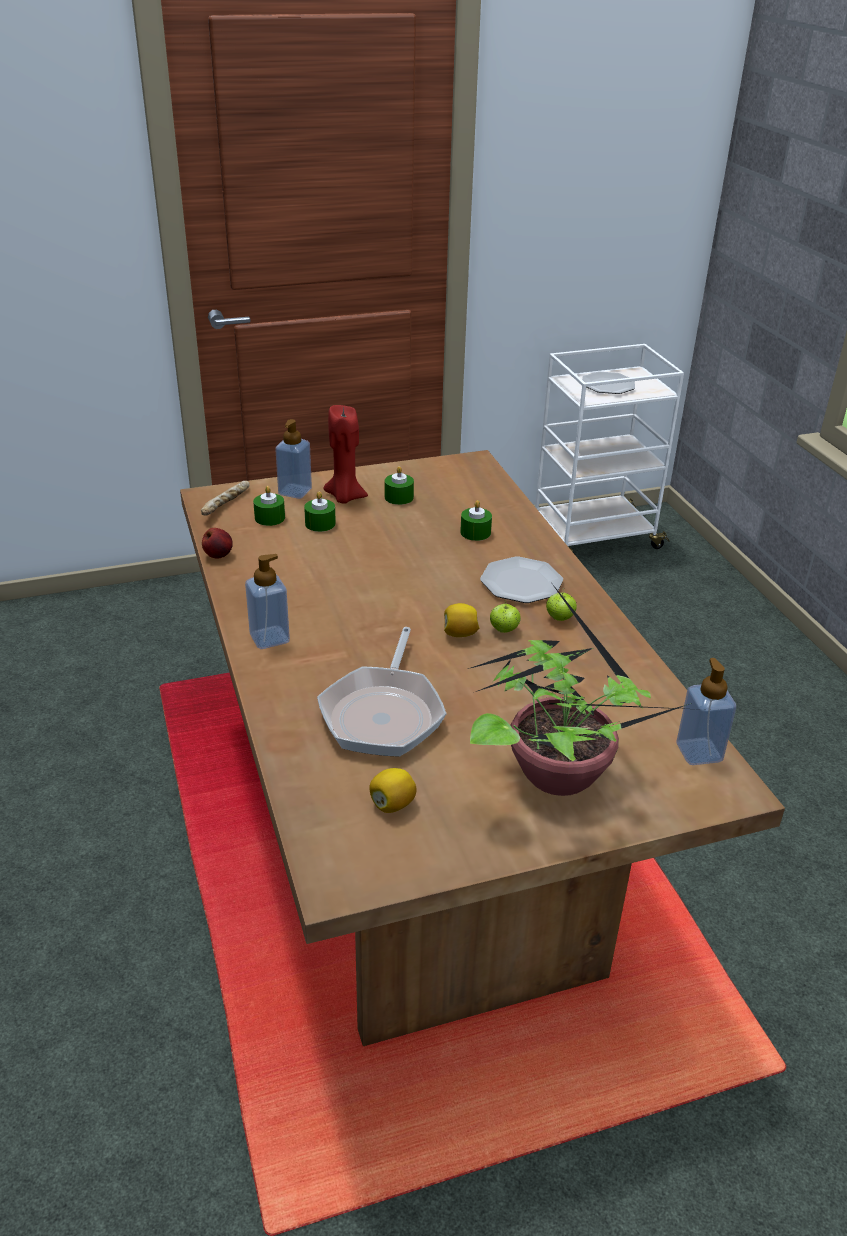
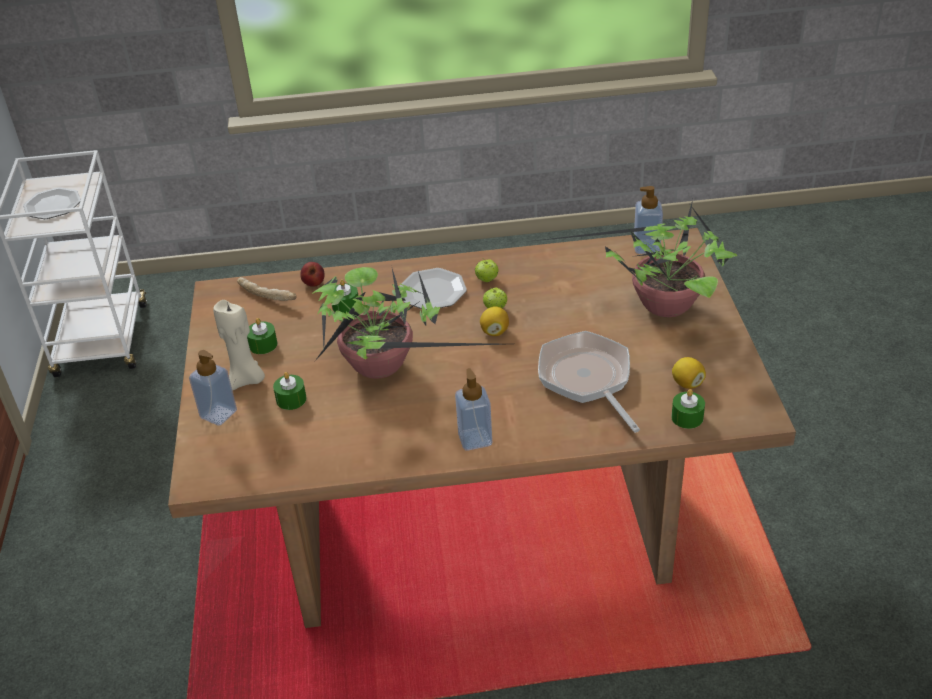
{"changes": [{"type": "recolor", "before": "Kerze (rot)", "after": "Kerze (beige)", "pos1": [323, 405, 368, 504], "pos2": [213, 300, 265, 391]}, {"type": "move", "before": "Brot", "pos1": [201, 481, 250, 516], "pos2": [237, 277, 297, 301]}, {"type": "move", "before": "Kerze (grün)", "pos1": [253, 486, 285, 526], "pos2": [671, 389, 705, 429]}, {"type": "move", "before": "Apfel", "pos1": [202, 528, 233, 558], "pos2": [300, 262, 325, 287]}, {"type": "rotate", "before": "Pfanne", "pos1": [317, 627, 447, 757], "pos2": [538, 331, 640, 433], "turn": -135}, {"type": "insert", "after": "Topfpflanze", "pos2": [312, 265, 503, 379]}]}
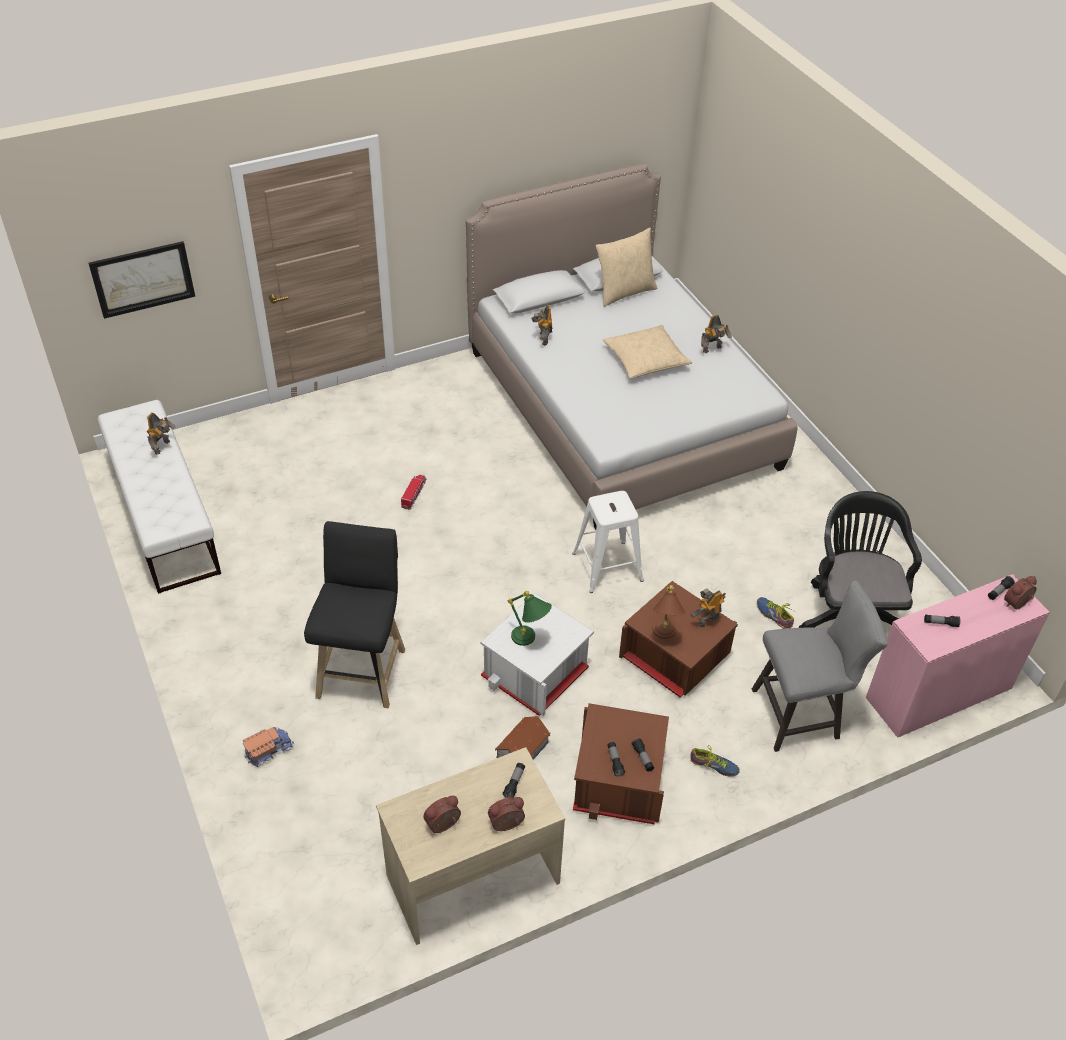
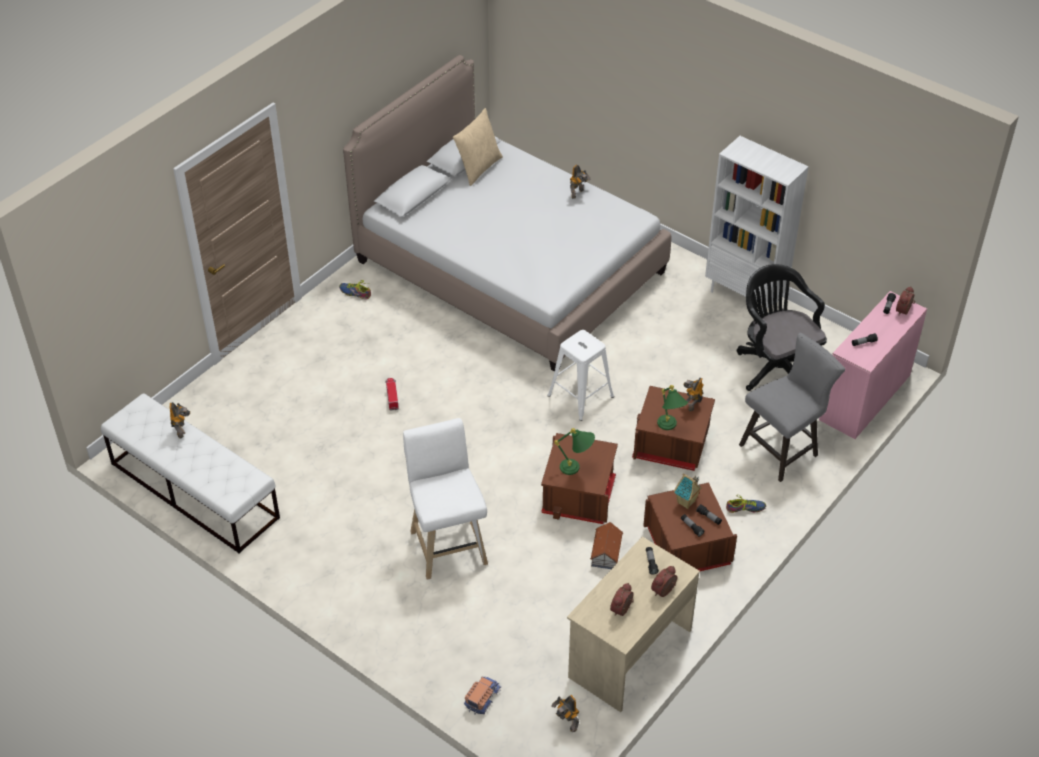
{"changes": [{"type": "delete", "before": "Bild", "pos1": [88, 241, 195, 319]}, {"type": "move", "before": "Spielzeugroboter", "pos1": [531, 305, 553, 346], "pos2": [552, 695, 579, 732]}, {"type": "delete", "before": "Kissen (beige)", "pos1": [603, 325, 692, 379]}, {"type": "recolor", "before": "Hocker (schwarz)", "after": "Hocker (weiß)", "pos1": [304, 521, 405, 708], "pos2": [403, 418, 488, 580]}, {"type": "recolor", "before": "Tischlampe (braun)", "after": "Tischlampe (grün)", "pos1": [653, 585, 685, 639], "pos2": [657, 385, 688, 430]}, {"type": "recolor", "before": "Aufbewahrungsbox (weiß)", "after": "Aufbewahrungsbox (braun)", "pos1": [481, 593, 594, 716], "pos2": [541, 433, 618, 524]}, {"type": "move", "before": "Schuh", "pos1": [757, 597, 795, 629], "pos2": [339, 280, 371, 299]}, {"type": "move", "before": "Spielzeuglaster", "pos1": [243, 727, 294, 767], "pos2": [464, 676, 502, 715]}, {"type": "insert", "after": "Bücherregal (weiß)", "pos2": [705, 136, 809, 314]}, {"type": "insert", "after": "Spielzeughaus", "pos2": [674, 473, 702, 509]}]}
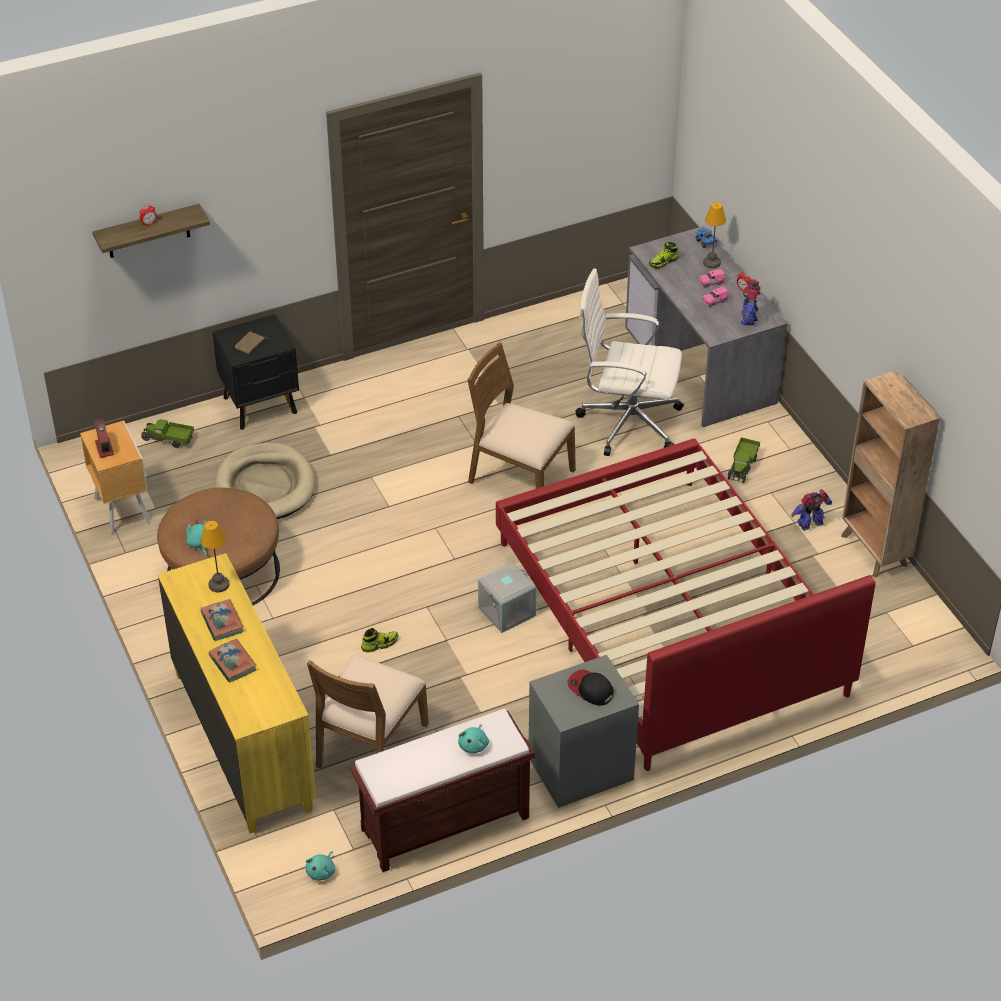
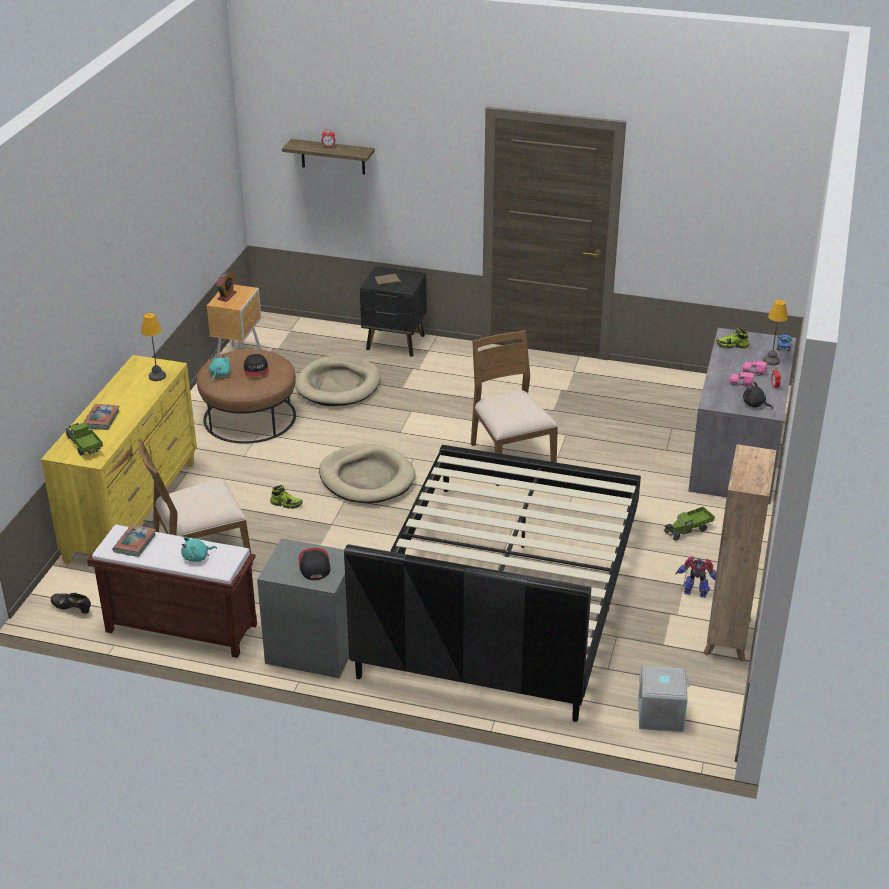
{"changes": [{"type": "delete", "before": "Bürostuhl (weiß)", "pos1": [575, 268, 684, 456]}, {"type": "replace", "before": "Spielzeugroboter", "after": "Plüschtier (schwarz)", "pos1": [741, 280, 760, 326], "pos2": [743, 382, 773, 409]}, {"type": "move", "before": "Spielzeuglaster", "pos1": [141, 419, 194, 448], "pos2": [65, 423, 103, 456]}, {"type": "recolor", "before": "Bett (rot)", "after": "Bett (schwarz)", "pos1": [496, 438, 875, 771], "pos2": [344, 445, 641, 722]}, {"type": "move", "before": "Aufbewahrungsbox (grau)", "pos1": [478, 562, 536, 633], "pos2": [638, 666, 690, 732]}, {"type": "move", "before": "Buch", "pos1": [201, 599, 244, 641], "pos2": [112, 525, 156, 557]}, {"type": "replace", "before": "Plüschtier (türkis)", "after": "Schuh (schwarz)", "pos1": [305, 851, 336, 881], "pos2": [51, 593, 91, 614]}, {"type": "insert", "after": "Kappe", "pos2": [244, 354, 269, 376]}, {"type": "insert", "after": "Hundebett (beige)", "pos2": [319, 444, 416, 503]}]}
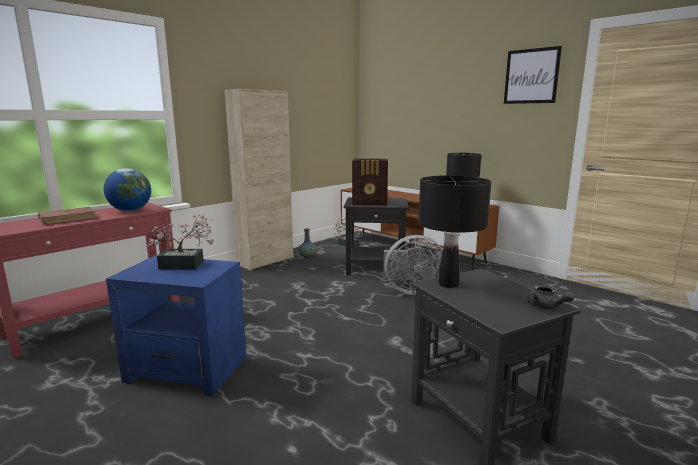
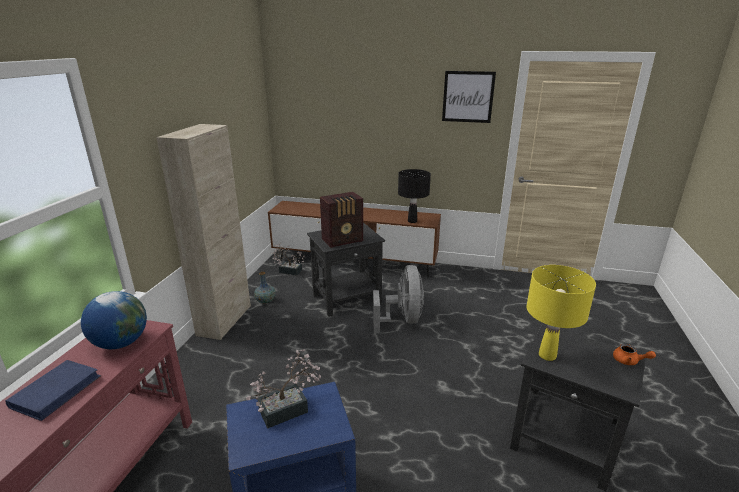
{"changes": [{"type": "recolor", "before": "Tischlampe (schwarz)", "after": "Tischlampe (gelb)", "pos1": [418, 175, 491, 288], "pos2": [526, 265, 596, 361]}, {"type": "recolor", "before": "Buch (braun)", "after": "Buch (blau)", "pos1": [38, 207, 97, 225], "pos2": [6, 360, 101, 421]}, {"type": "rotate", "before": "Ventilator (grau)", "pos1": [383, 235, 443, 295], "pos2": [373, 265, 424, 333], "turn": -60}, {"type": "recolor", "before": "Teekanne (grau)", "after": "Teekanne (orange)", "pos1": [527, 285, 575, 309], "pos2": [613, 344, 656, 365]}]}
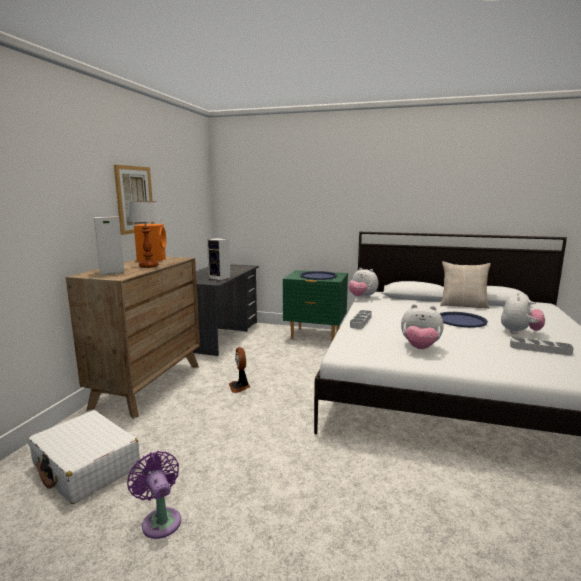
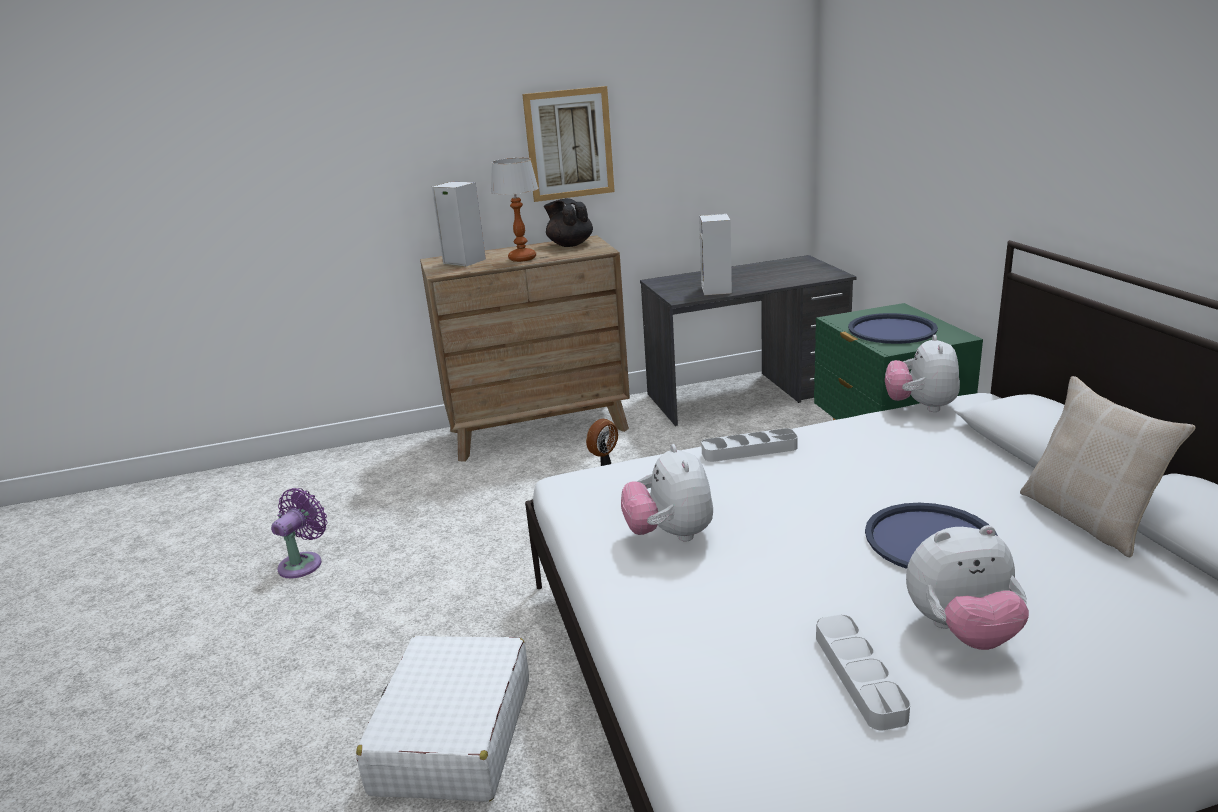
{"changes": [{"type": "replace", "before": "Lautsprecher (orange)", "after": "Teekanne (schwarz)", "pos1": [134, 224, 166, 262], "pos2": [544, 198, 593, 247]}, {"type": "move", "before": "Koffer (weiß)", "pos1": [28, 410, 140, 504], "pos2": [356, 636, 529, 802]}]}
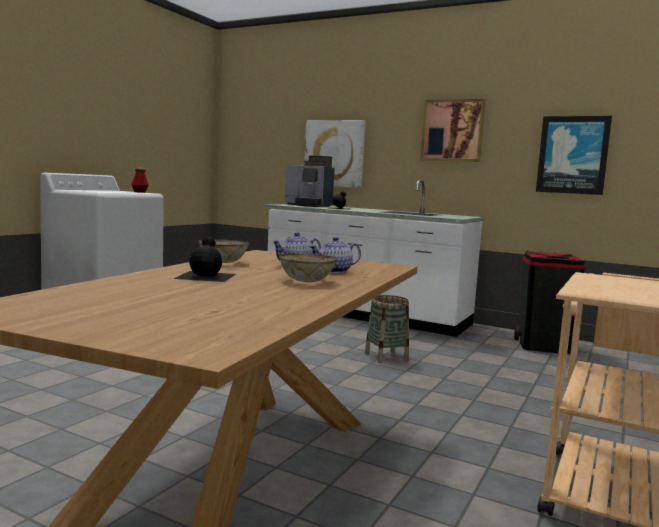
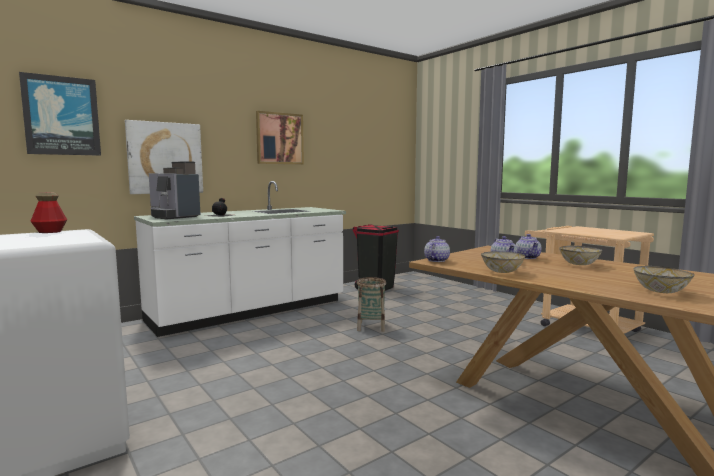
{"changes": [{"type": "move", "before": "Bild", "pos1": [536, 116, 612, 195], "pos2": [19, 72, 101, 156]}, {"type": "rotate", "before": "Kaffeemaschine", "pos1": [285, 156, 335, 207], "pos2": [149, 161, 201, 219], "turn": 75}, {"type": "delete", "before": "Flasche (schwarz)", "pos1": [174, 237, 236, 282]}, {"type": "insert", "after": "Teekanne", "pos2": [424, 236, 450, 262]}, {"type": "insert", "after": "Schüssel", "pos2": [633, 266, 695, 293]}]}
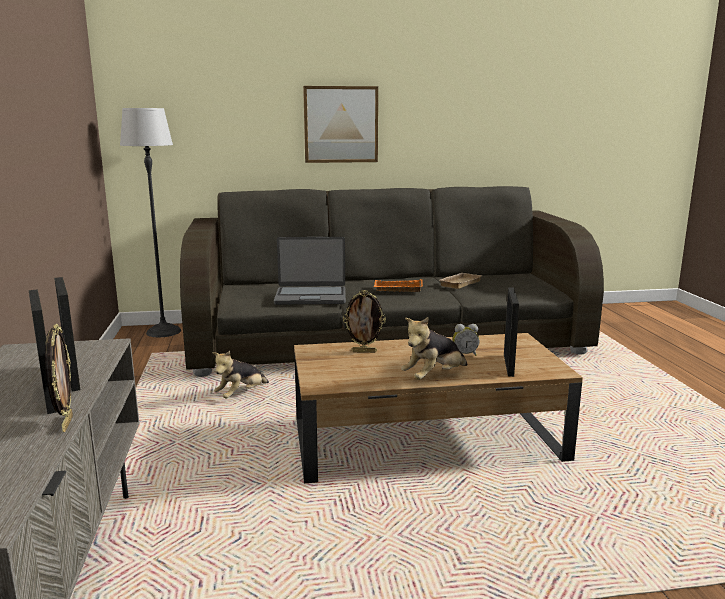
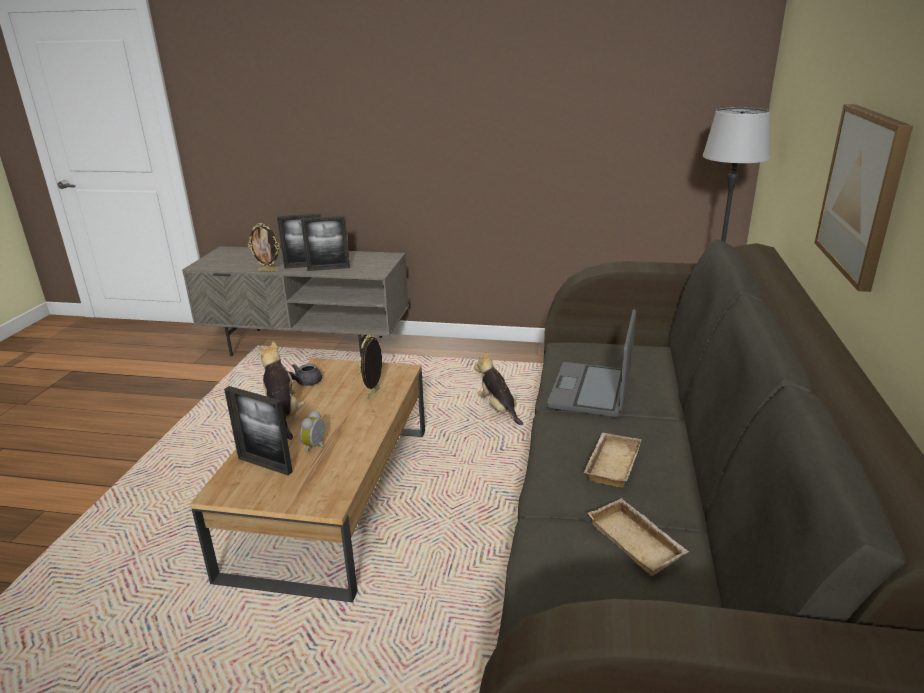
{"changes": [{"type": "recolor", "before": "Tablett (orange)", "after": "Tablett (beige)", "pos1": [374, 279, 423, 292], "pos2": [584, 432, 642, 488]}, {"type": "insert", "after": "Teekanne (grau)", "pos2": [289, 364, 322, 386]}]}
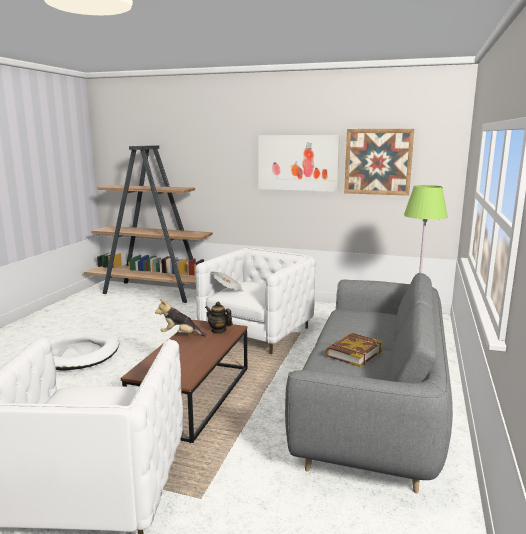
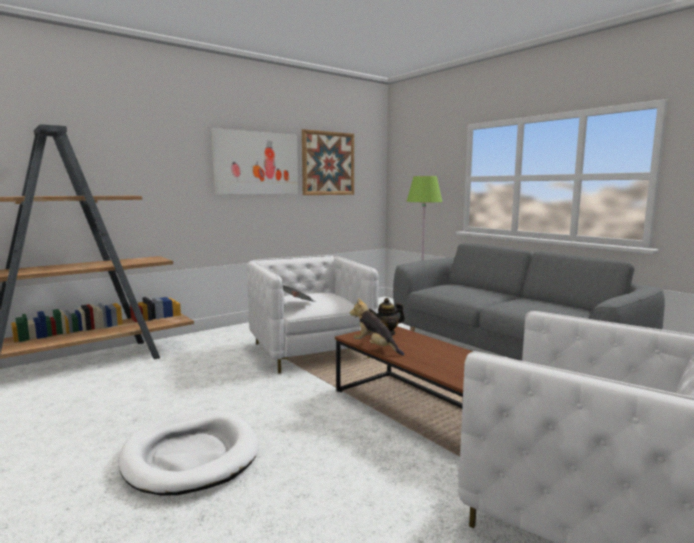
{"changes": [{"type": "rotate", "before": "Plüschtier", "pos1": [155, 299, 207, 337], "pos2": [350, 298, 405, 356], "turn": 90}, {"type": "delete", "before": "Buch", "pos1": [326, 333, 383, 367]}]}
